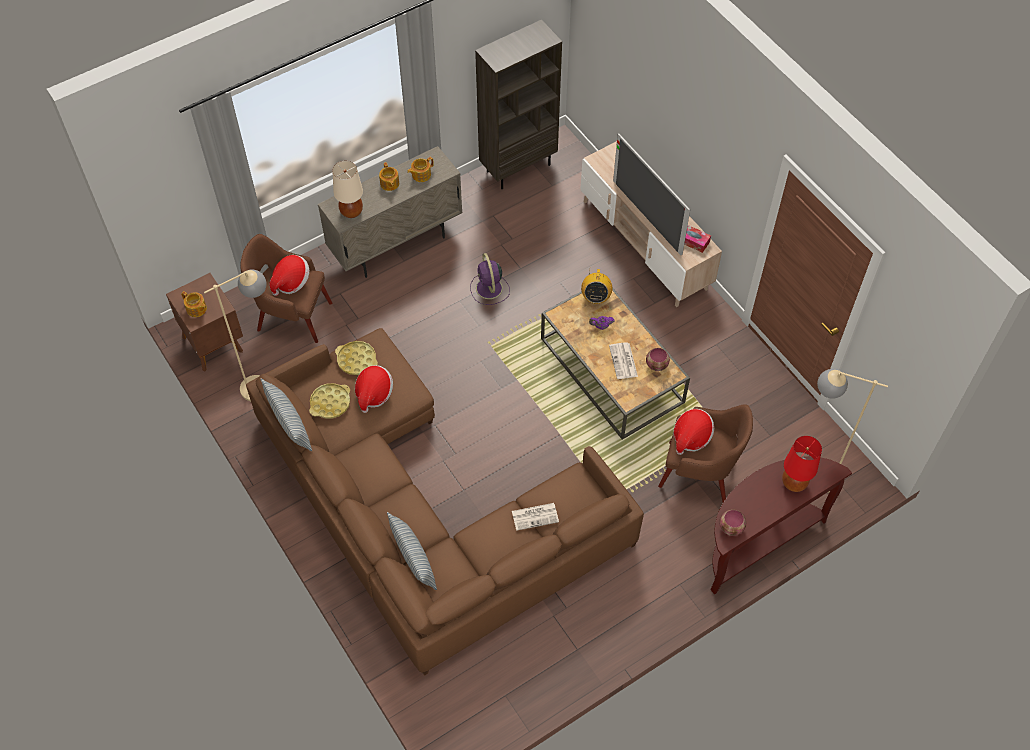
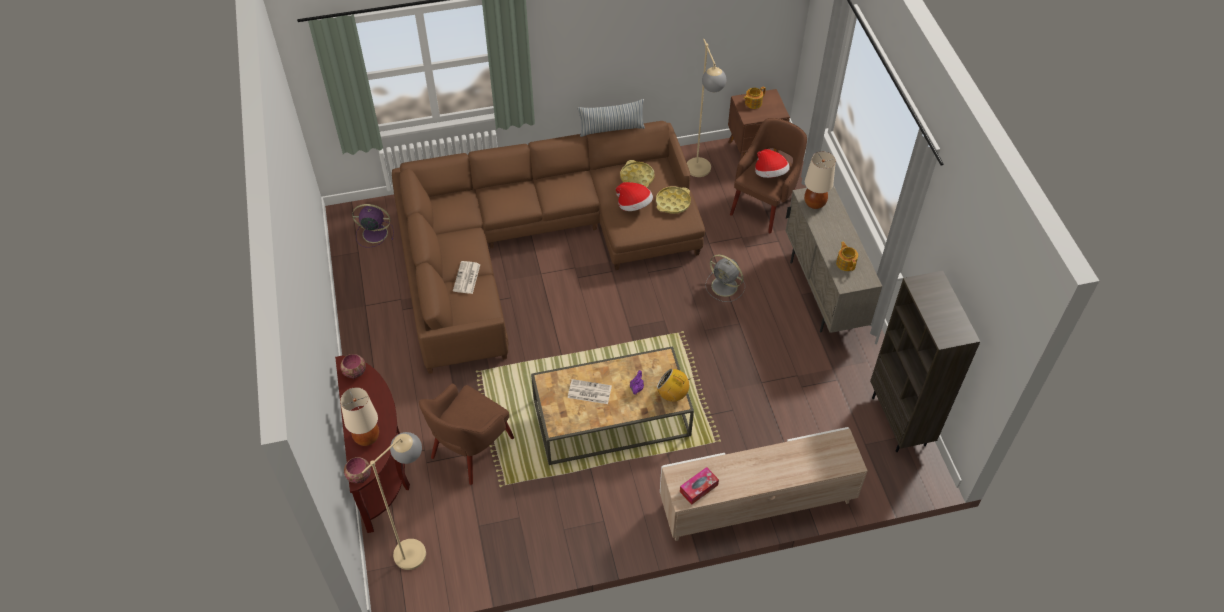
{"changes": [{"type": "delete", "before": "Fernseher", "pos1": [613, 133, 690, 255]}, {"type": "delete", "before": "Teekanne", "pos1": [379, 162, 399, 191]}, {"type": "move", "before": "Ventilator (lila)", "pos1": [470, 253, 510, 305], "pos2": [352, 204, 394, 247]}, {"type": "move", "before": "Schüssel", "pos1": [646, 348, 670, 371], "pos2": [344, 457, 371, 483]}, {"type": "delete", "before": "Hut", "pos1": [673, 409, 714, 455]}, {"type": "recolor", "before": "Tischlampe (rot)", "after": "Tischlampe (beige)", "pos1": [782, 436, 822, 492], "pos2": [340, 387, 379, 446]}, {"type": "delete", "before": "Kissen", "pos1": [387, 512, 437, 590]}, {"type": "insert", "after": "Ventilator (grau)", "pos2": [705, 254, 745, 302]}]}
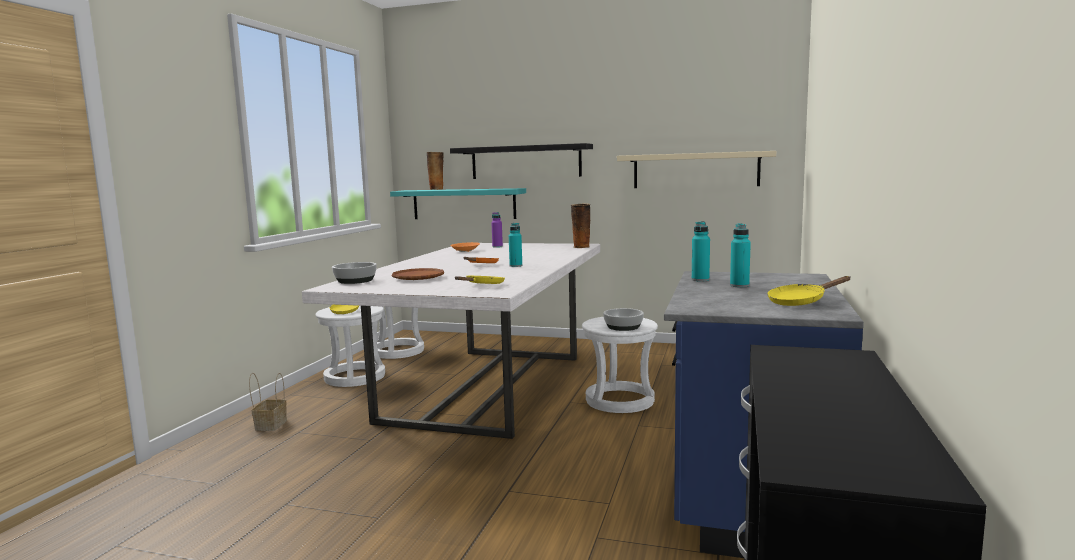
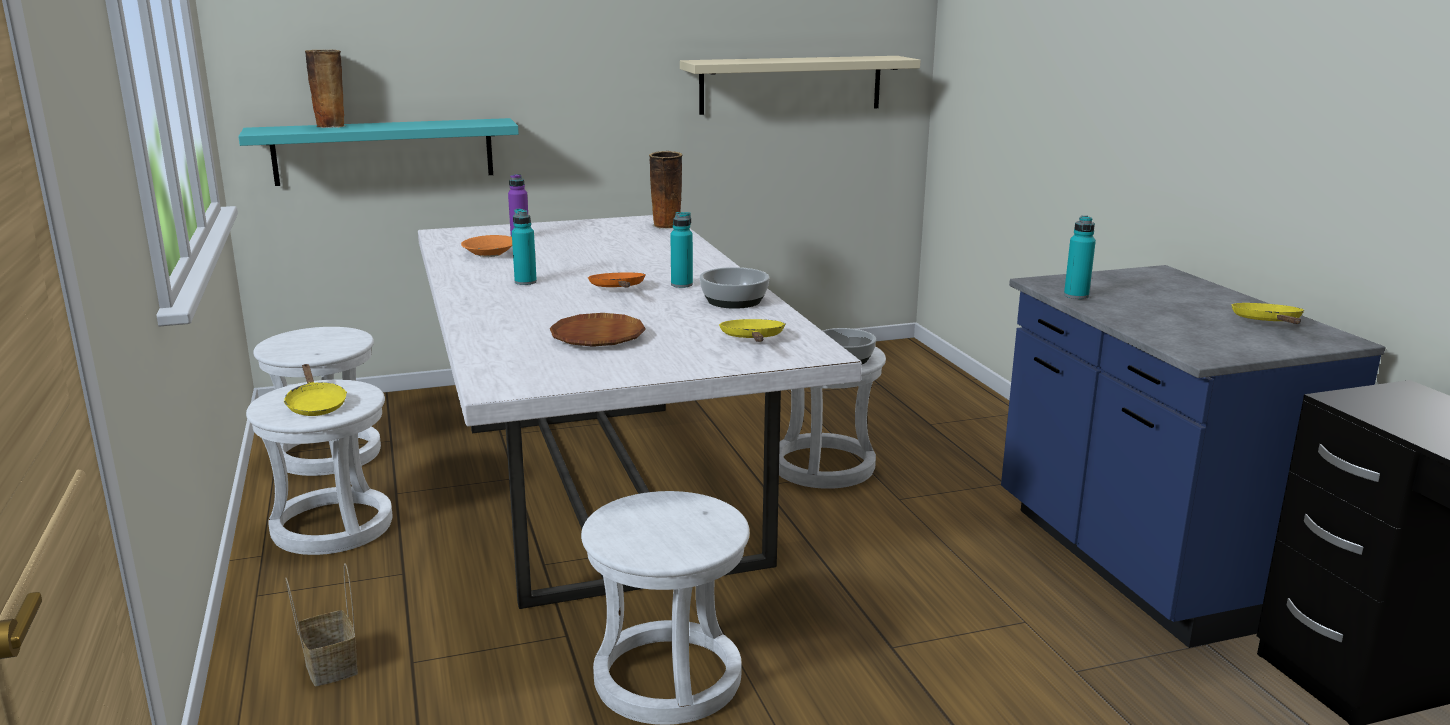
{"changes": [{"type": "delete", "before": "Wandregal (schwarz)", "pos1": [450, 143, 593, 179]}, {"type": "move", "before": "Flasche (türkis)", "pos1": [730, 223, 751, 288], "pos2": [512, 209, 537, 285]}, {"type": "move", "before": "Schüssel", "pos1": [332, 262, 377, 284], "pos2": [700, 267, 769, 309]}, {"type": "rotate", "before": "Pfanne (gelb)", "pos1": [767, 276, 850, 306], "pos2": [1232, 303, 1304, 324], "turn": 150}, {"type": "insert", "after": "Hocker (weiß)", "pos2": [581, 491, 750, 725]}]}
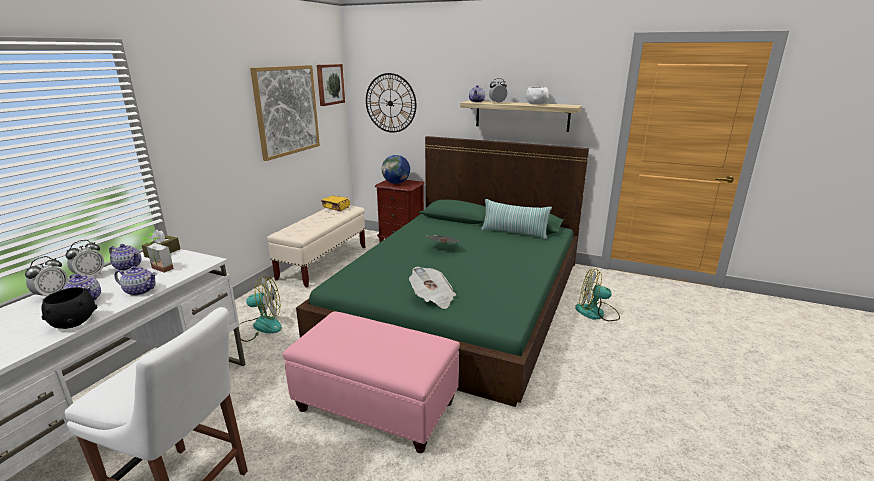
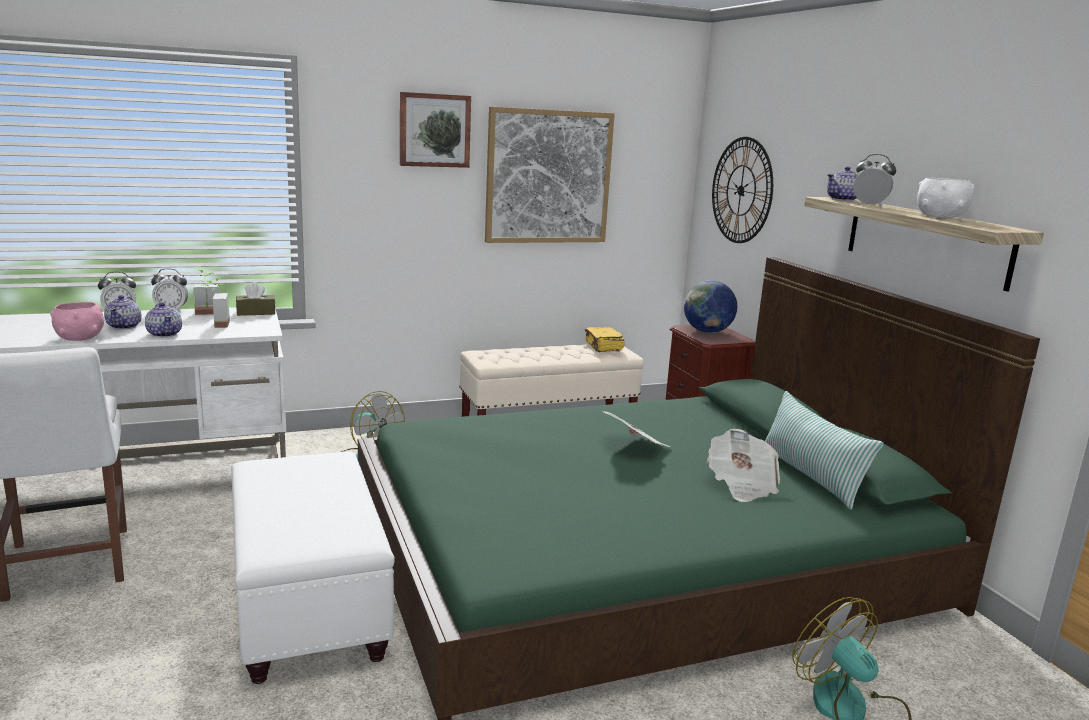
{"changes": [{"type": "move", "before": "Bild", "pos1": [317, 64, 345, 106], "pos2": [400, 92, 471, 168]}, {"type": "replace", "before": "Teekanne", "after": "Topfpflanze", "pos1": [109, 244, 141, 271], "pos2": [193, 270, 220, 315]}, {"type": "move", "before": "Zeitung", "pos1": [409, 267, 456, 309], "pos2": [707, 429, 780, 502]}, {"type": "recolor", "before": "Schüssel (schwarz)", "after": "Schüssel (rosa)", "pos1": [41, 287, 98, 329], "pos2": [50, 302, 104, 341]}, {"type": "recolor", "before": "Polsterhocker (rosa)", "after": "Polsterhocker (weiß)", "pos1": [282, 311, 460, 453], "pos2": [231, 452, 395, 684]}]}
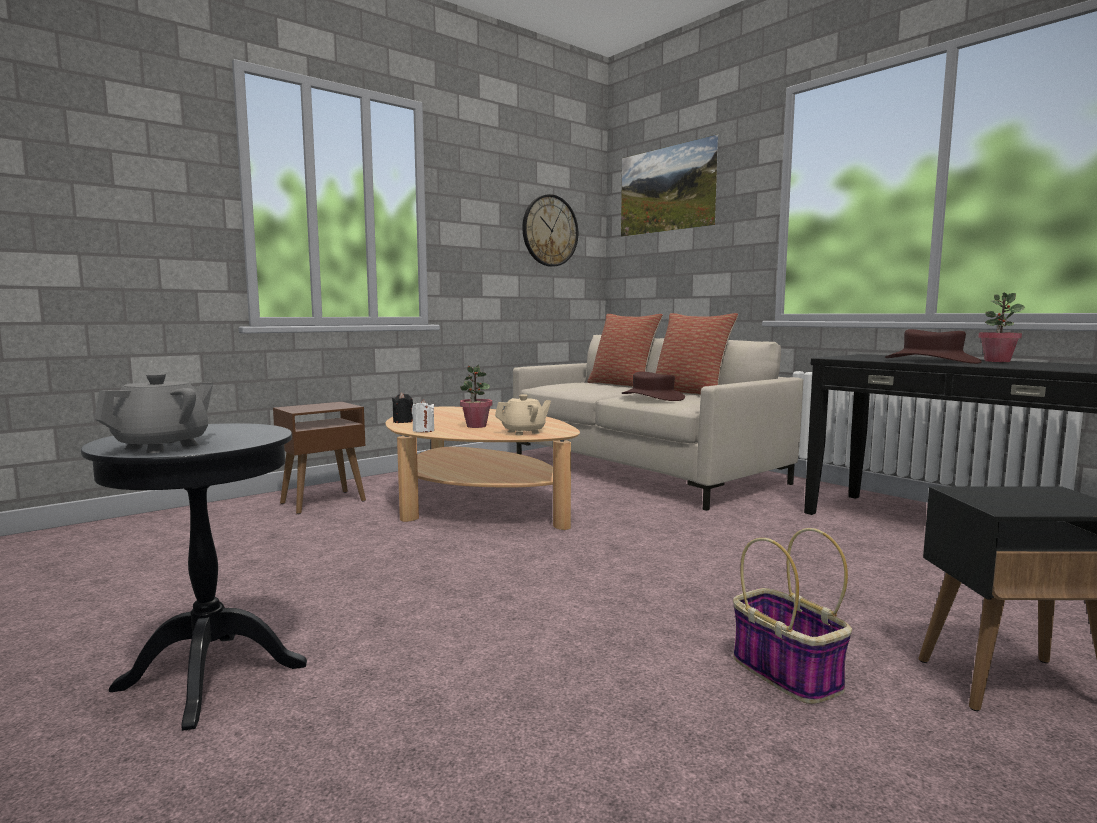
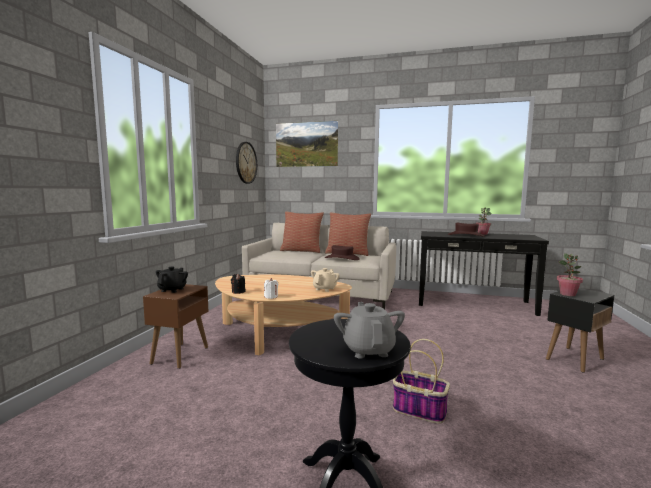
{"changes": [{"type": "move", "before": "Topfpflanze", "pos1": [460, 365, 492, 428], "pos2": [557, 253, 583, 296]}, {"type": "move", "before": "Korb", "pos1": [733, 528, 852, 704], "pos2": [393, 339, 450, 423]}, {"type": "insert", "after": "Teekanne (schwarz)", "pos2": [156, 267, 188, 293]}]}
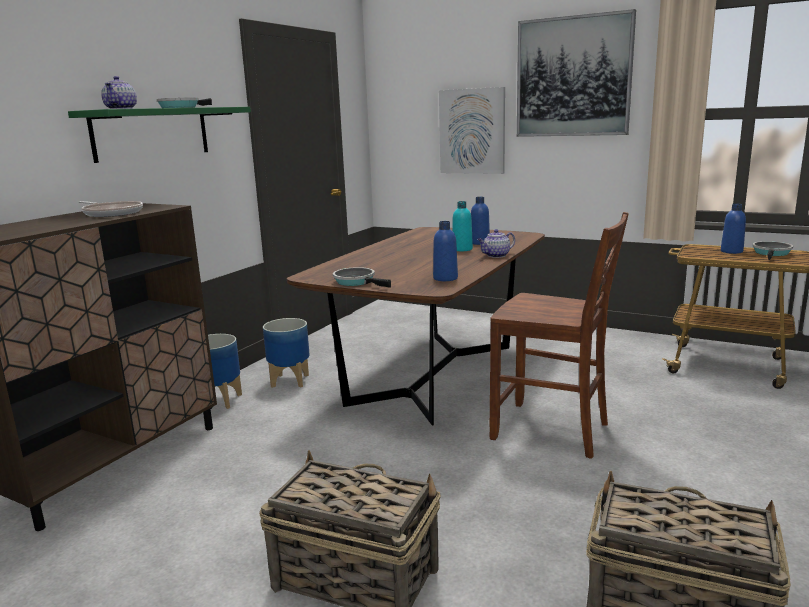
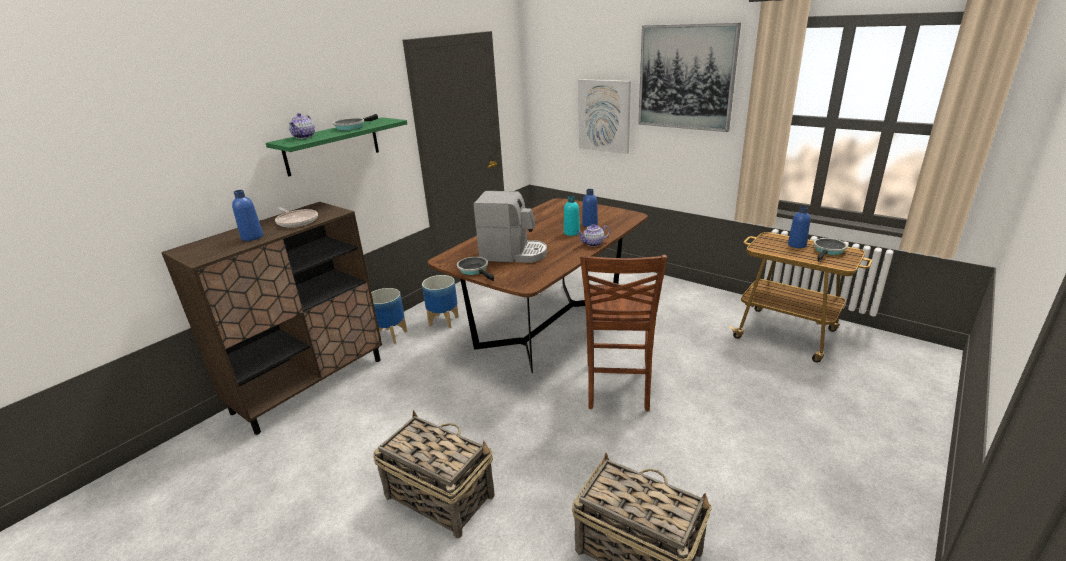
{"changes": [{"type": "rotate", "before": "Stuhl (braun)", "pos1": [490, 212, 629, 459], "pos2": [580, 255, 667, 412], "turn": 60}, {"type": "move", "before": "Flasche (blau)", "pos1": [433, 221, 458, 281], "pos2": [232, 190, 263, 241]}, {"type": "insert", "after": "Kaffeemaschine", "pos2": [474, 191, 547, 263]}]}
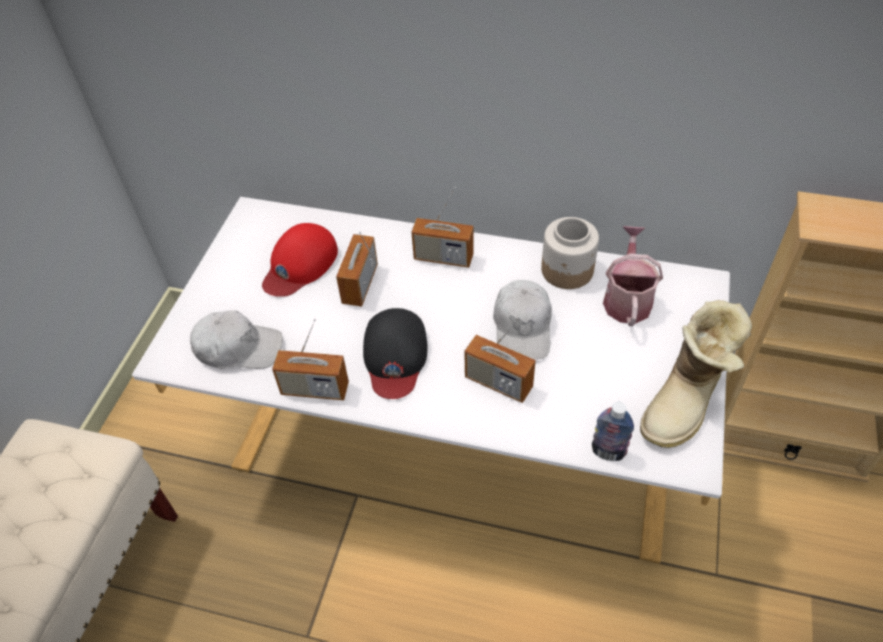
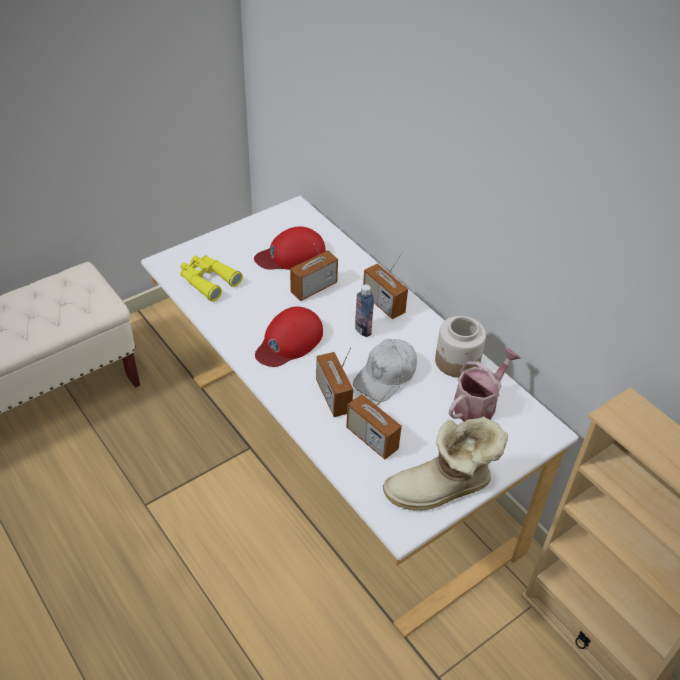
{"changes": [{"type": "recolor", "before": "Kappe (schwarz)", "after": "Kappe (rot)", "pos1": [363, 308, 427, 399], "pos2": [255, 307, 323, 367]}, {"type": "replace", "before": "Kappe (weiß)", "after": "Fernglas (gelb)", "pos1": [190, 310, 283, 369], "pos2": [180, 255, 243, 302]}, {"type": "move", "before": "Radio", "pos1": [272, 319, 349, 400], "pos2": [346, 385, 402, 459]}, {"type": "move", "before": "Flasche", "pos1": [592, 402, 634, 461], "pos2": [355, 284, 374, 337]}]}
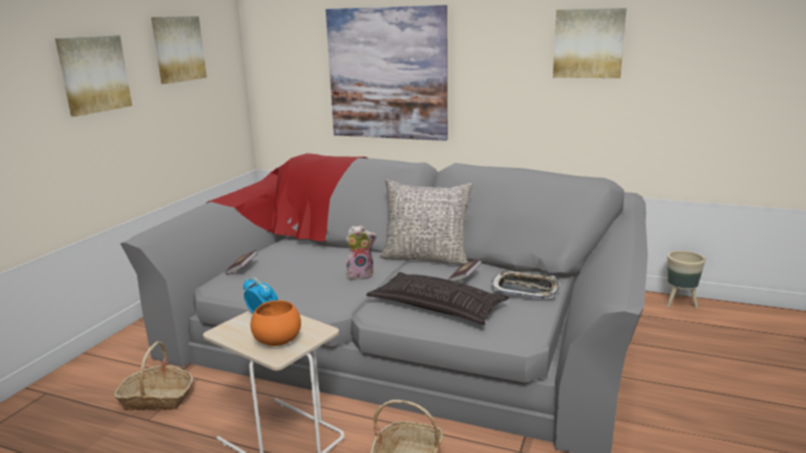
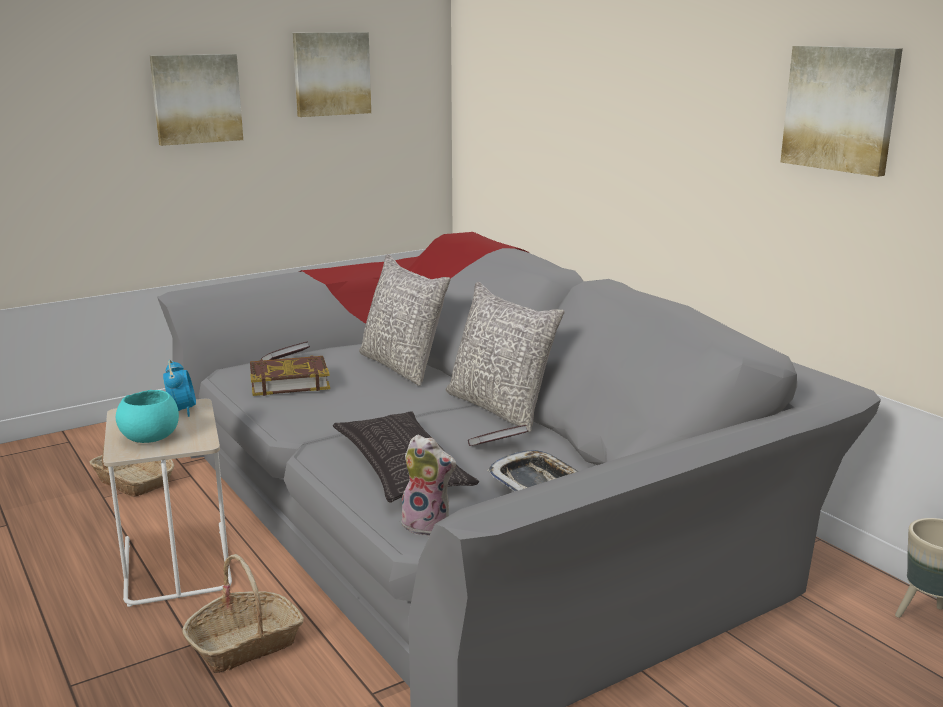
{"changes": [{"type": "delete", "before": "Bild", "pos1": [326, 5, 448, 141]}, {"type": "move", "before": "Plüschtier", "pos1": [346, 225, 377, 280], "pos2": [401, 435, 456, 536]}, {"type": "recolor", "before": "Schüssel (orange)", "after": "Schüssel (türkis)", "pos1": [250, 300, 301, 346], "pos2": [116, 390, 179, 443]}, {"type": "insert", "after": "Kissen (grau)", "pos2": [359, 254, 451, 386]}, {"type": "insert", "after": "Buch", "pos2": [250, 355, 330, 396]}]}
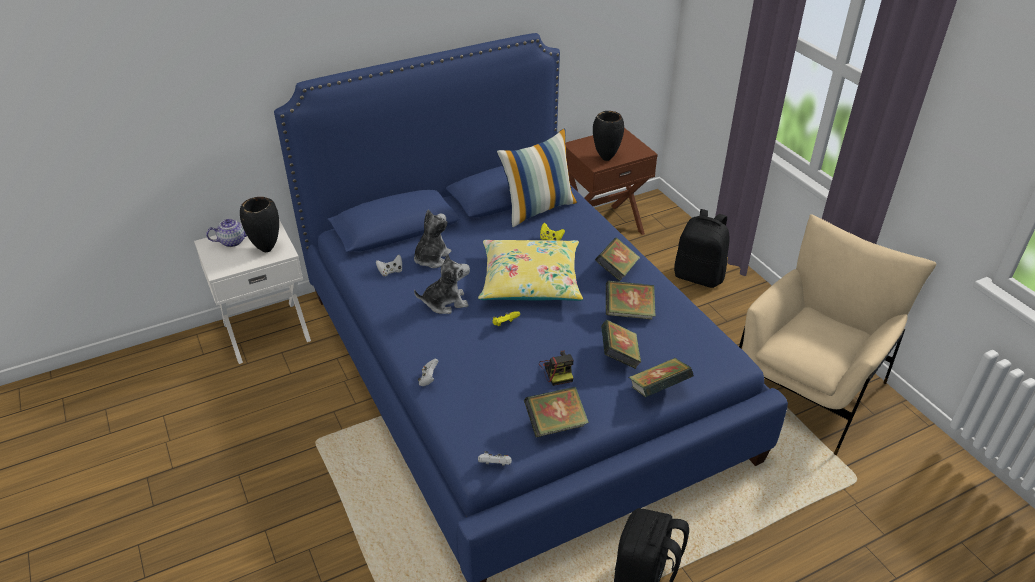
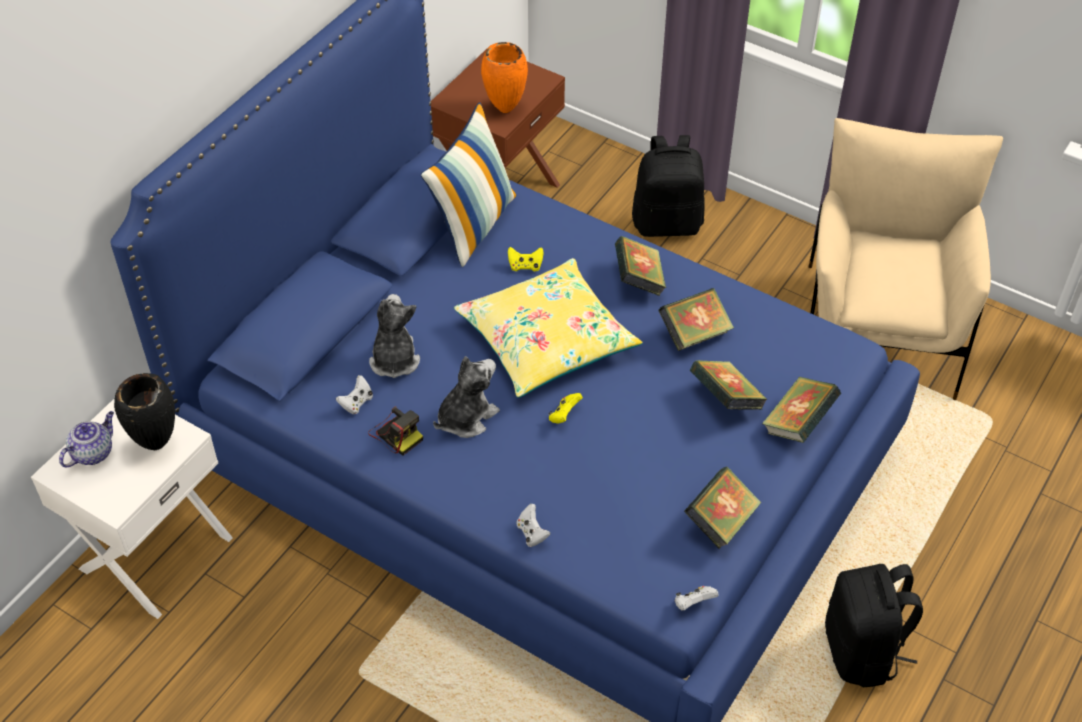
{"changes": [{"type": "recolor", "before": "Vase (schwarz)", "after": "Vase (orange)", "pos1": [593, 111, 624, 161], "pos2": [481, 42, 528, 113]}, {"type": "move", "before": "Kamera", "pos1": [539, 350, 573, 386], "pos2": [368, 406, 423, 456]}]}
